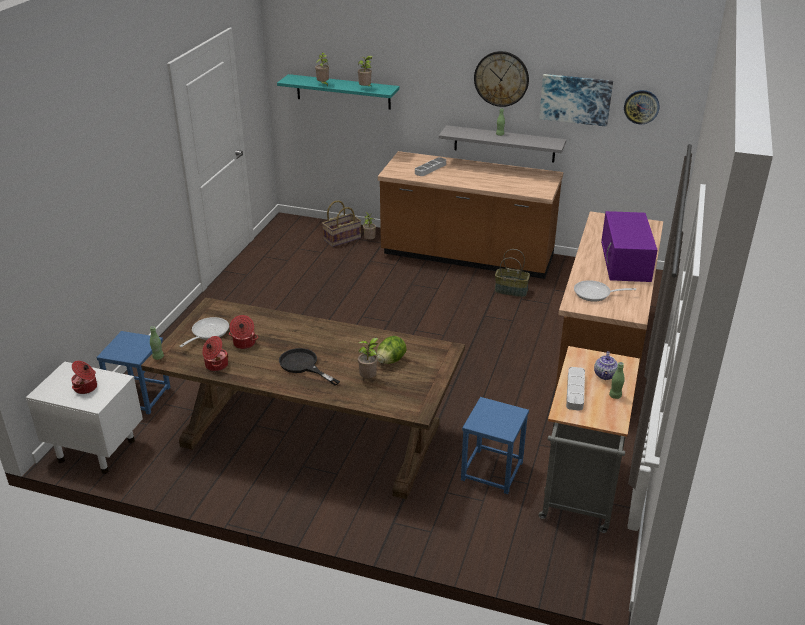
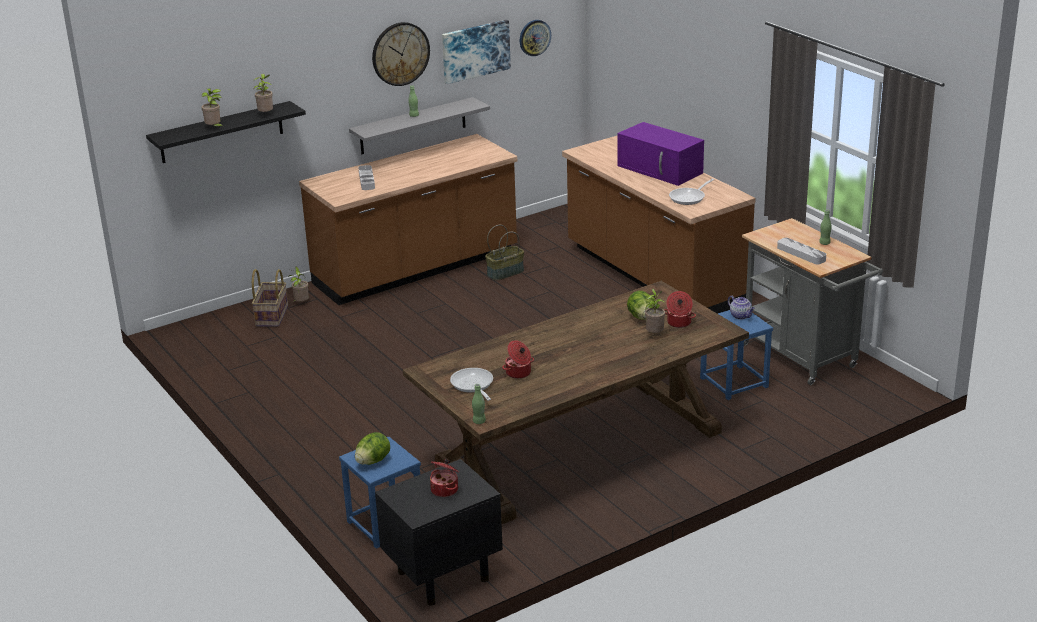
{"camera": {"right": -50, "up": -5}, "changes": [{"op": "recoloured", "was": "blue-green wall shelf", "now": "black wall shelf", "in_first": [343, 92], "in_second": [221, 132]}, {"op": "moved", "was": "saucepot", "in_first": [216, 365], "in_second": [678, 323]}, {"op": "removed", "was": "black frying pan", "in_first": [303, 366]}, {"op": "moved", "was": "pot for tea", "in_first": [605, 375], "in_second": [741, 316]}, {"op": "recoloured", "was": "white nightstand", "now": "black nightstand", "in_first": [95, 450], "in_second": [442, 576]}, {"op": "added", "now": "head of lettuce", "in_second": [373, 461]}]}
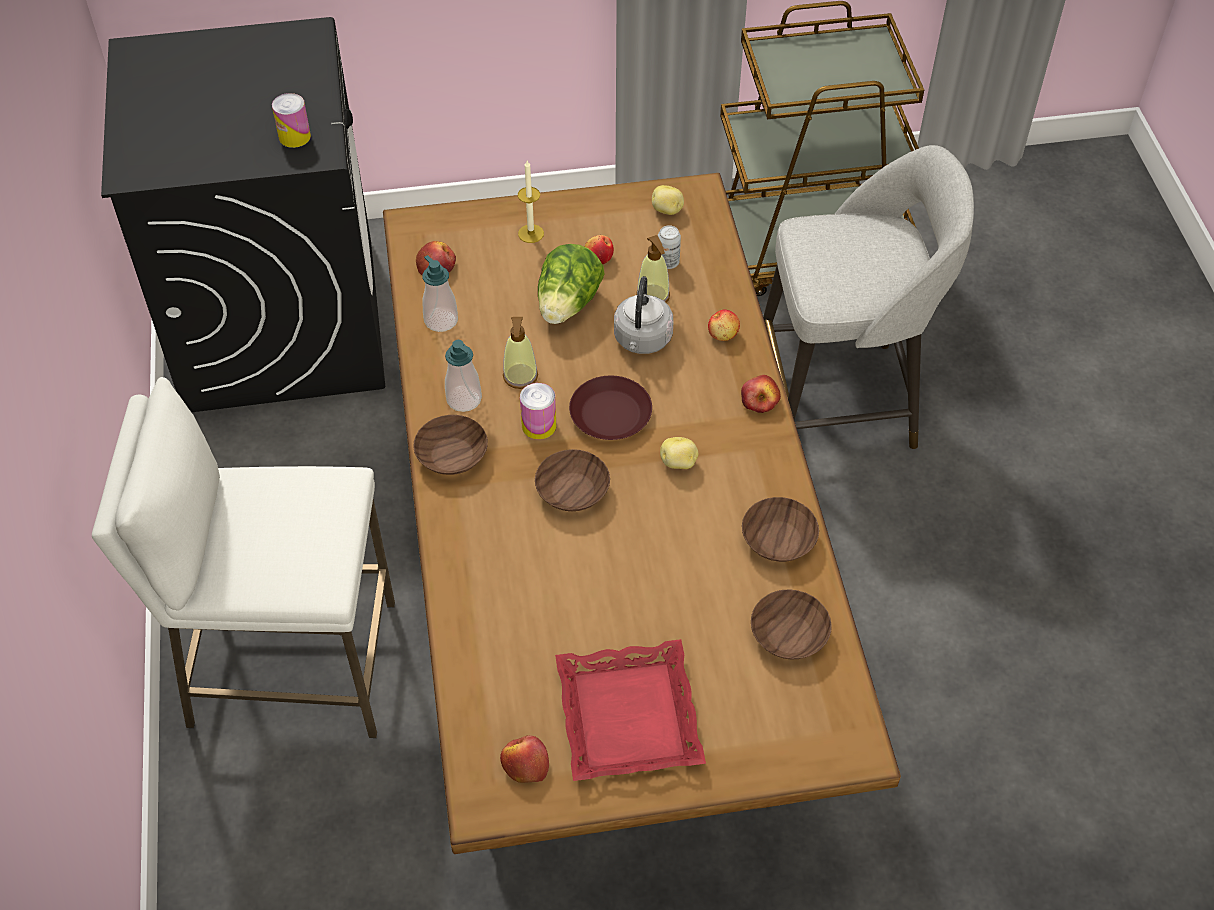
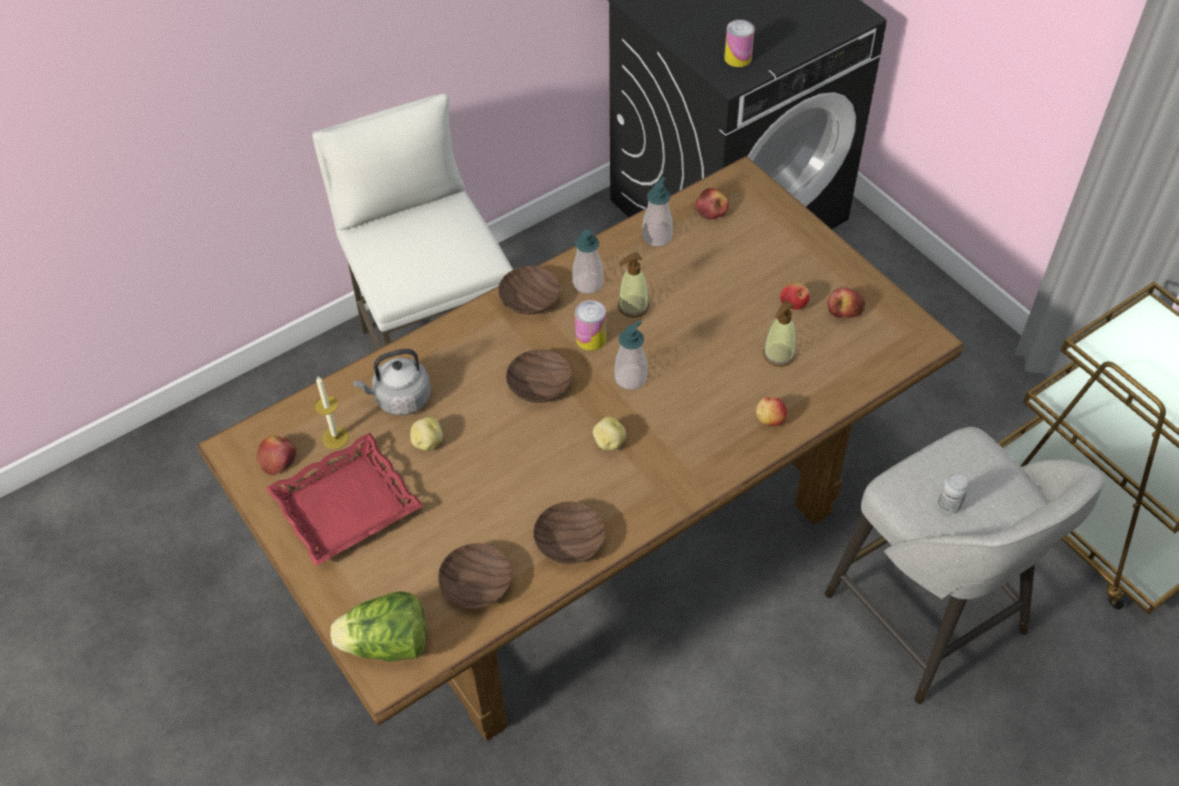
{"camera": {"right": 65, "up": 0}, "changes": [{"op": "moved", "was": "wax candle", "in_first": [531, 233], "in_second": [335, 438]}, {"op": "moved", "was": "potato", "in_first": [667, 210], "in_second": [427, 442]}, {"op": "moved", "was": "can", "in_first": [668, 262], "in_second": [948, 505]}, {"op": "moved", "was": "head of lettuce", "in_first": [568, 305], "in_second": [387, 644]}, {"op": "moved", "was": "greyish kettle", "in_first": [642, 340], "in_second": [400, 399]}, {"op": "moved", "was": "apple fruit", "in_first": [760, 400], "in_second": [845, 310]}, {"op": "replaced", "was": "brown plate", "now": "liquid soap bottle", "in_first": [610, 415], "in_second": [630, 378]}]}
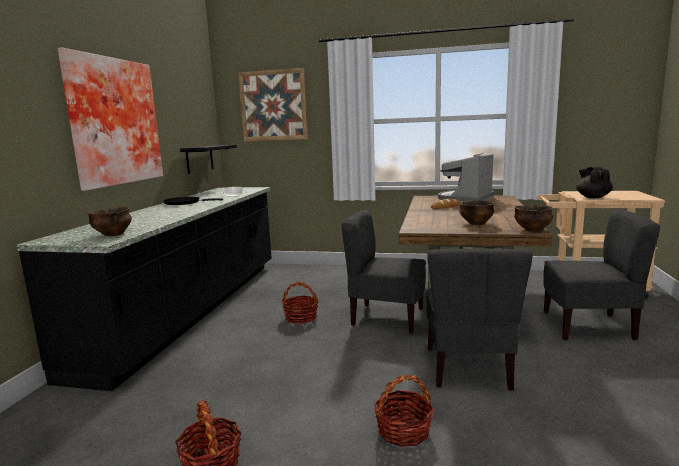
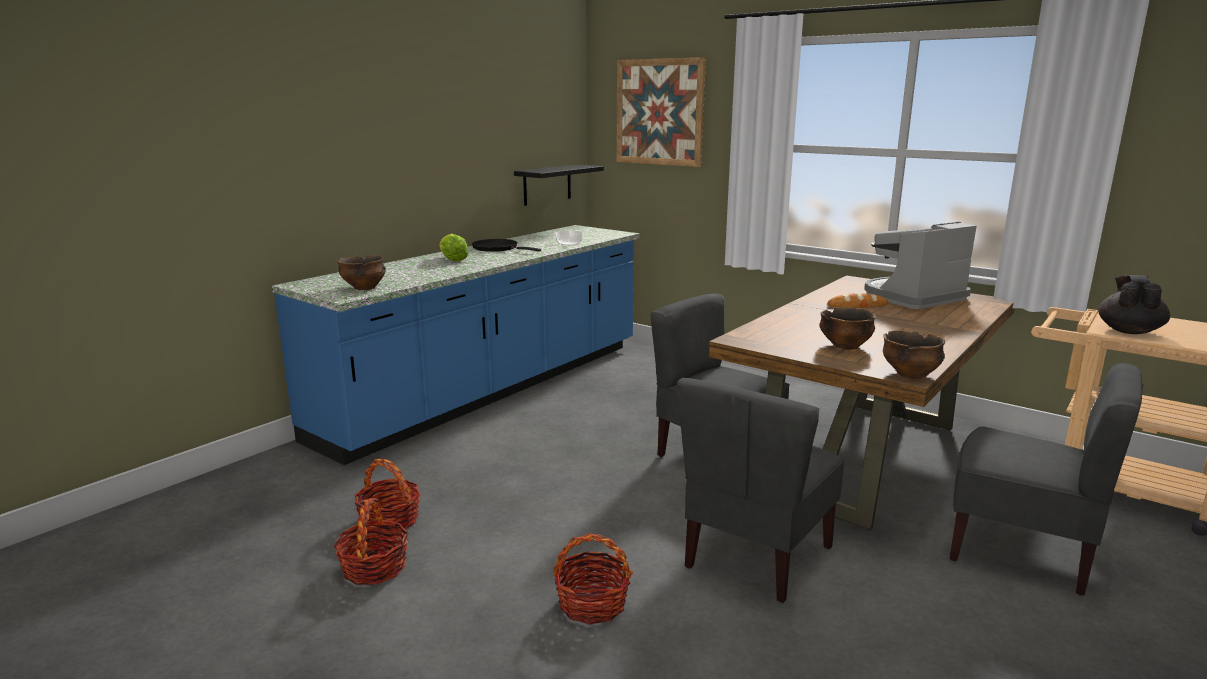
{"camera": {"right": 25, "up": 5}, "changes": [{"op": "removed", "was": "wall picture", "in_first": [112, 122]}, {"op": "recoloured", "was": "black counter", "now": "blue counter", "in_first": [193, 310], "in_second": [491, 389]}, {"op": "moved", "was": "basket", "in_first": [301, 318], "in_second": [390, 520]}, {"op": "added", "now": "head of lettuce", "in_second": [452, 260]}]}
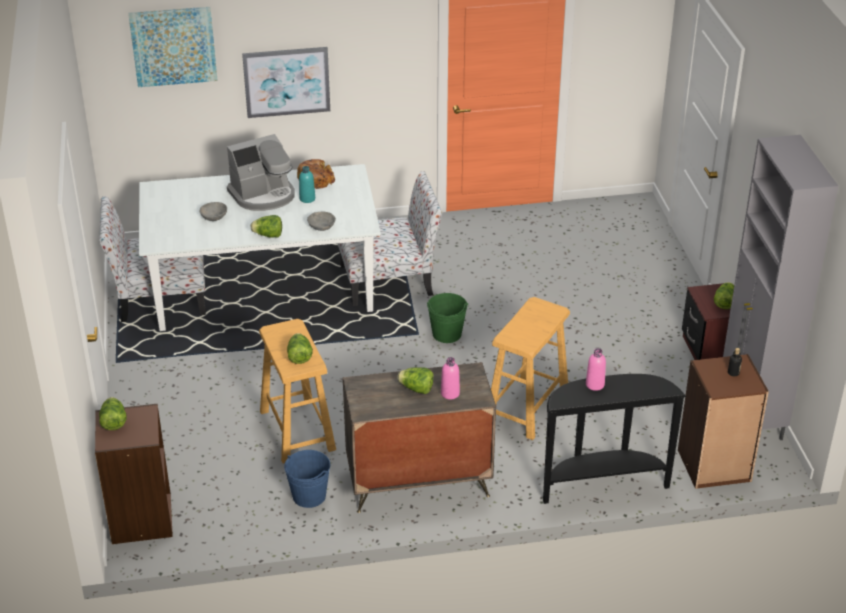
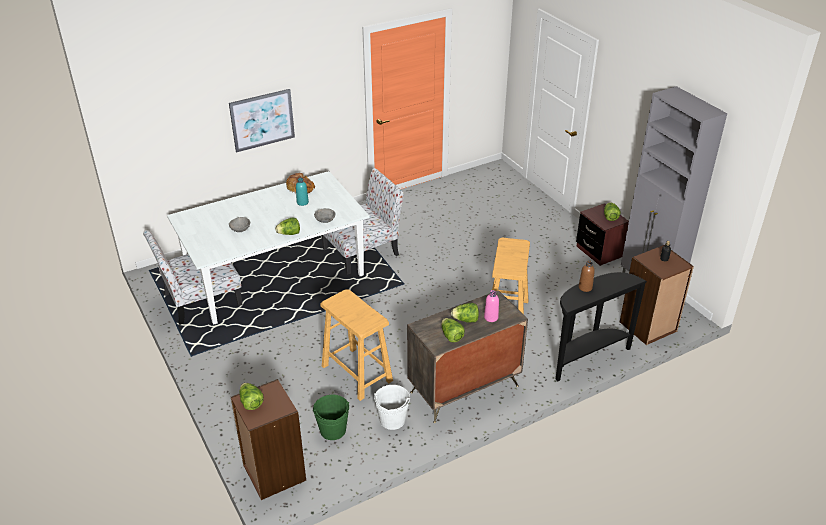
{"camera": {"right": -20, "up": 0}, "changes": [{"op": "removed", "was": "wall picture", "in_first": [173, 46]}, {"op": "removed", "was": "coffee brewer", "in_first": [263, 195]}, {"op": "moved", "was": "greenish water bucket", "in_first": [447, 334], "in_second": [333, 430]}, {"op": "moved", "was": "head of lettuce", "in_first": [299, 357], "in_second": [451, 336]}, {"op": "recoloured", "was": "pinkish drink bottle", "now": "brown drink bottle", "in_first": [595, 384], "in_second": [585, 287]}, {"op": "recoloured", "was": "blue water bucket", "now": "white water bucket", "in_first": [309, 496], "in_second": [392, 420]}]}
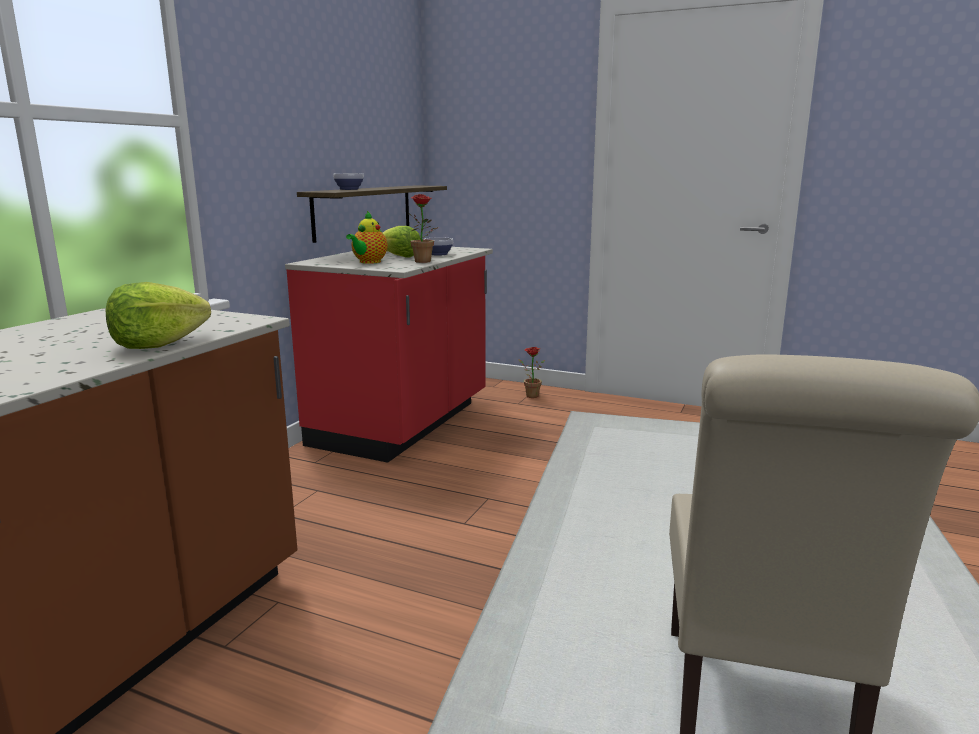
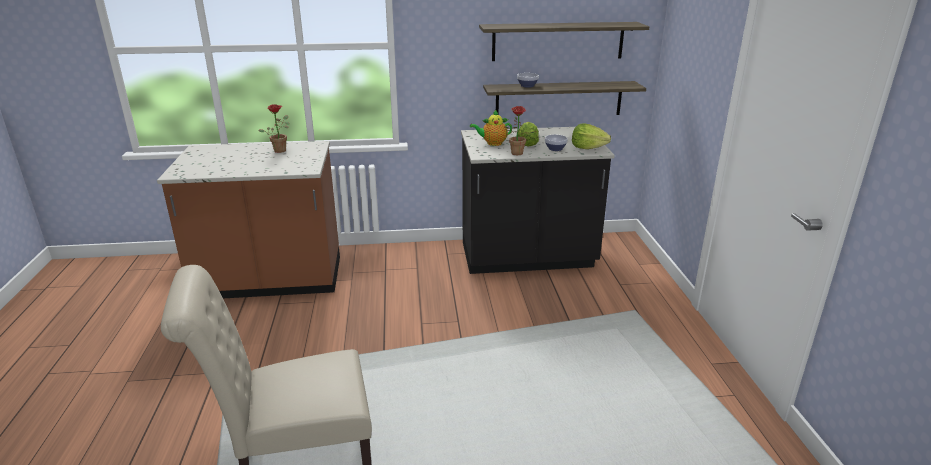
{"camera": {"right": 60, "up": 10}, "changes": [{"op": "recoloured", "was": "red counter", "now": "black counter", "in_first": [403, 424], "in_second": [527, 258]}, {"op": "moved", "was": "head of lettuce", "in_first": [158, 344], "in_second": [587, 148]}, {"op": "moved", "was": "plant in a pot", "in_first": [529, 395], "in_second": [280, 150]}, {"op": "added", "now": "wall shelf", "in_second": [558, 41]}]}
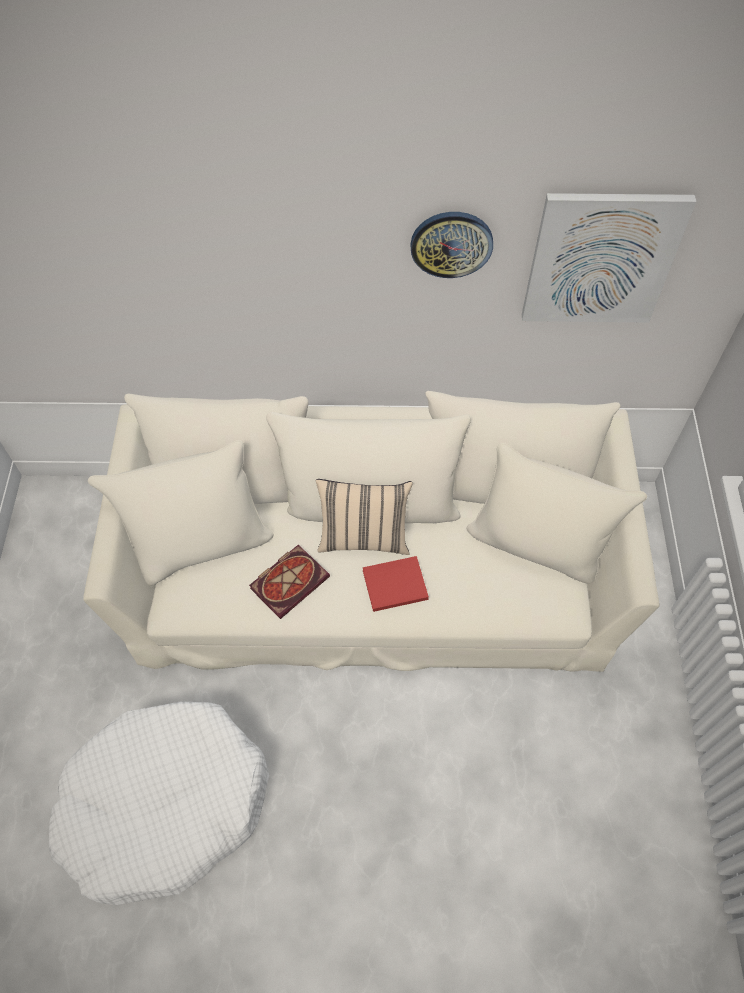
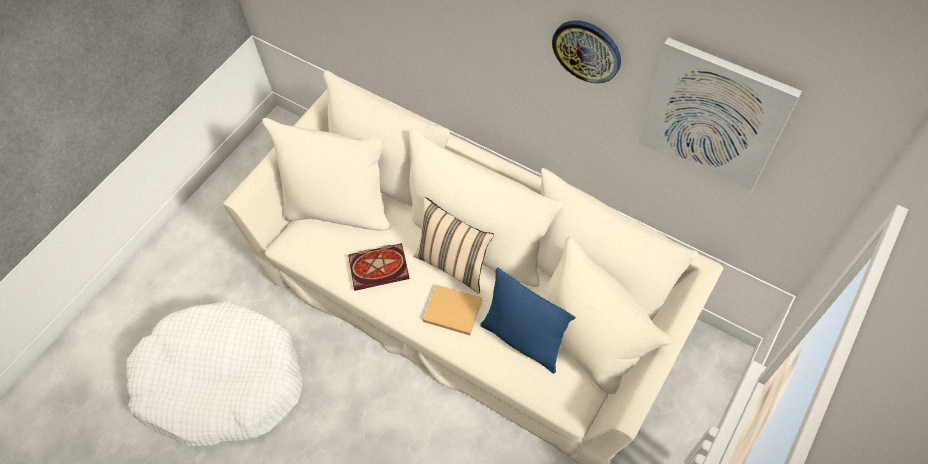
{"camera": {"right": 35, "up": 0}, "changes": [{"op": "recoloured", "was": "red volume", "now": "beige volume", "in_first": [393, 585], "in_second": [451, 310]}, {"op": "added", "now": "blue pillow", "in_second": [523, 339]}]}
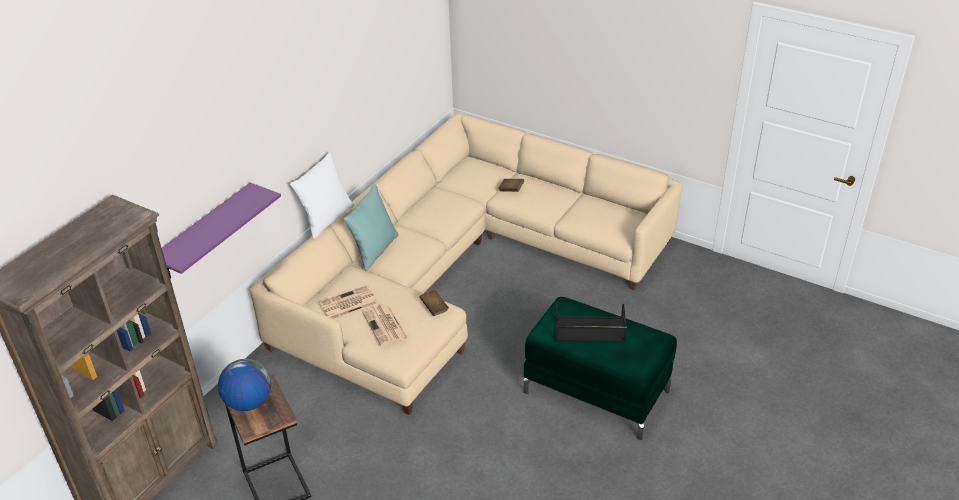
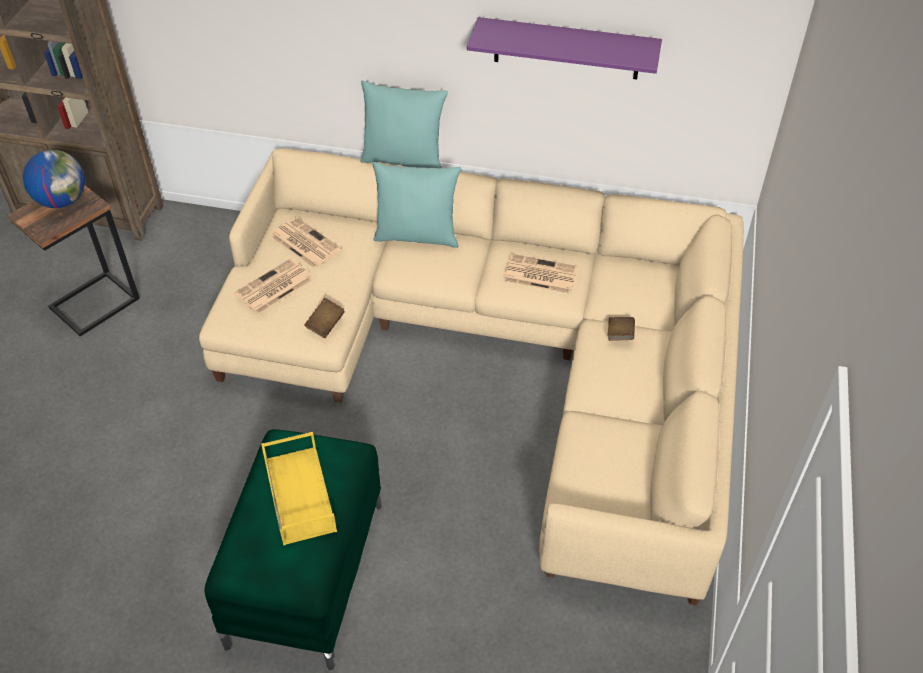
{"camera": {"right": 70, "up": 10}, "changes": [{"op": "recoloured", "was": "white pillow", "now": "blue-green pillow", "in_first": [326, 220], "in_second": [404, 160]}, {"op": "moved", "was": "purplish wall shelf", "in_first": [205, 233], "in_second": [566, 48]}, {"op": "recoloured", "was": "black serving tray", "now": "yellow serving tray", "in_first": [589, 330], "in_second": [298, 494]}, {"op": "added", "now": "printed paper", "in_second": [539, 274]}]}
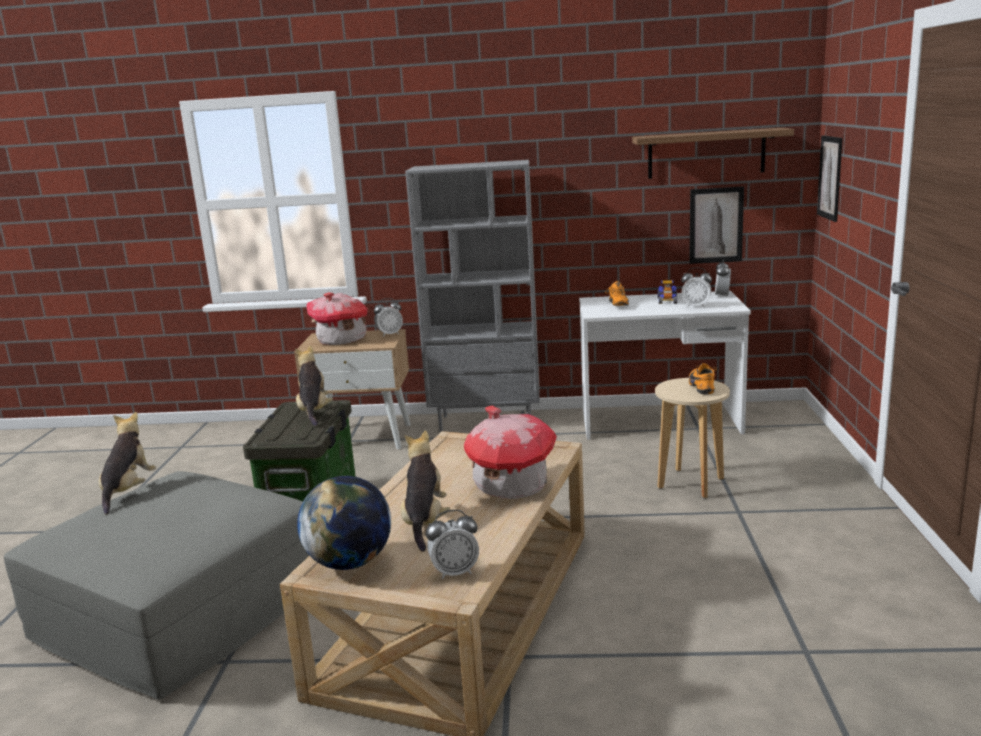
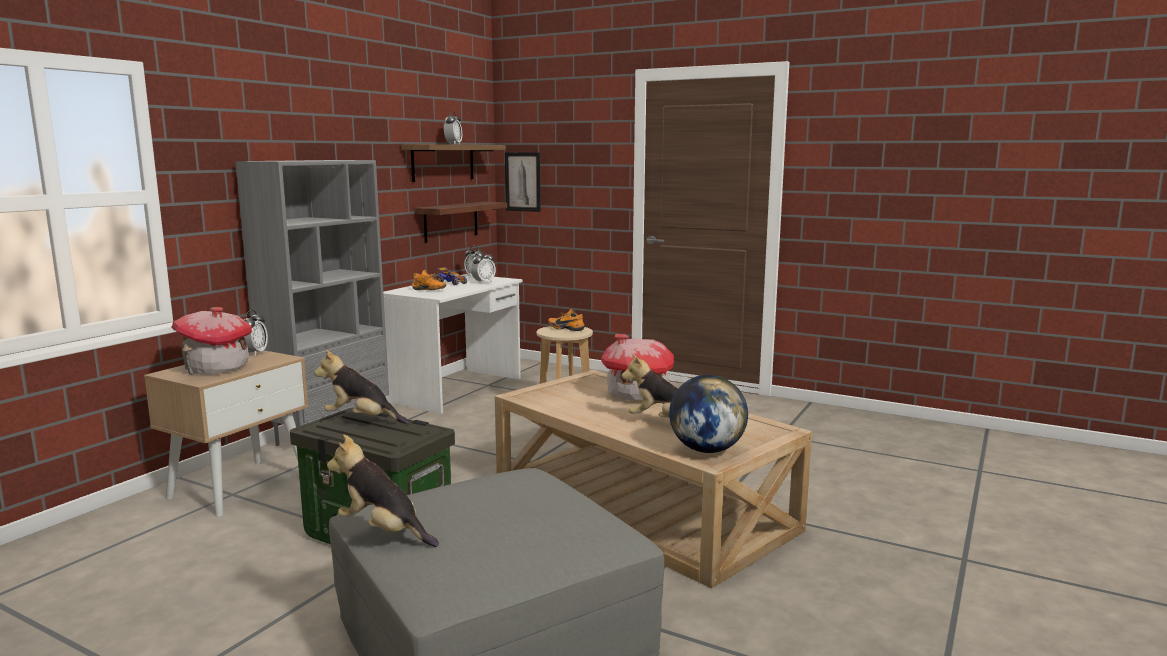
{"camera": {"right": -65, "up": -5}, "changes": [{"op": "replaced", "was": "wall picture", "now": "wall shelf", "in_first": [716, 225], "in_second": [451, 221]}, {"op": "moved", "was": "alarm clock", "in_first": [455, 572], "in_second": [453, 144]}]}
